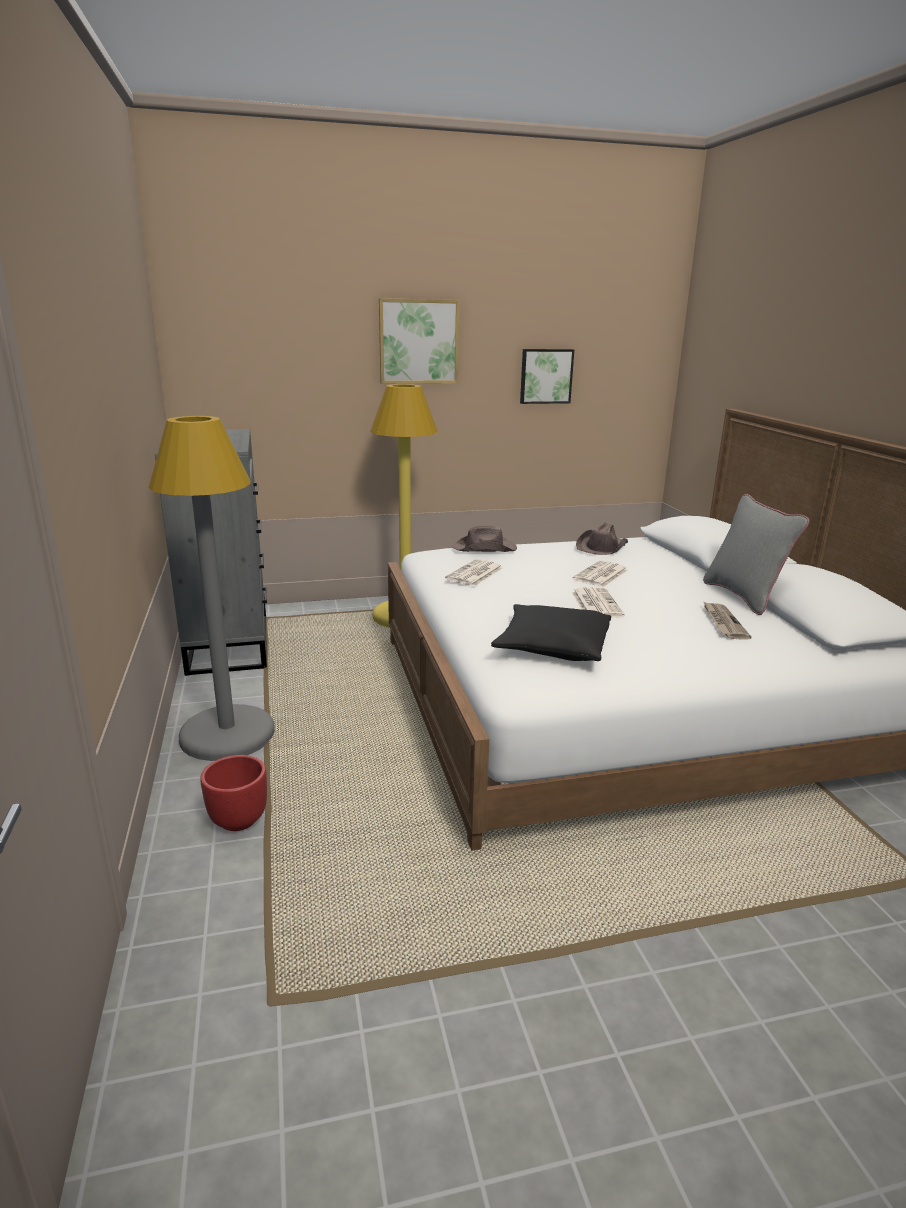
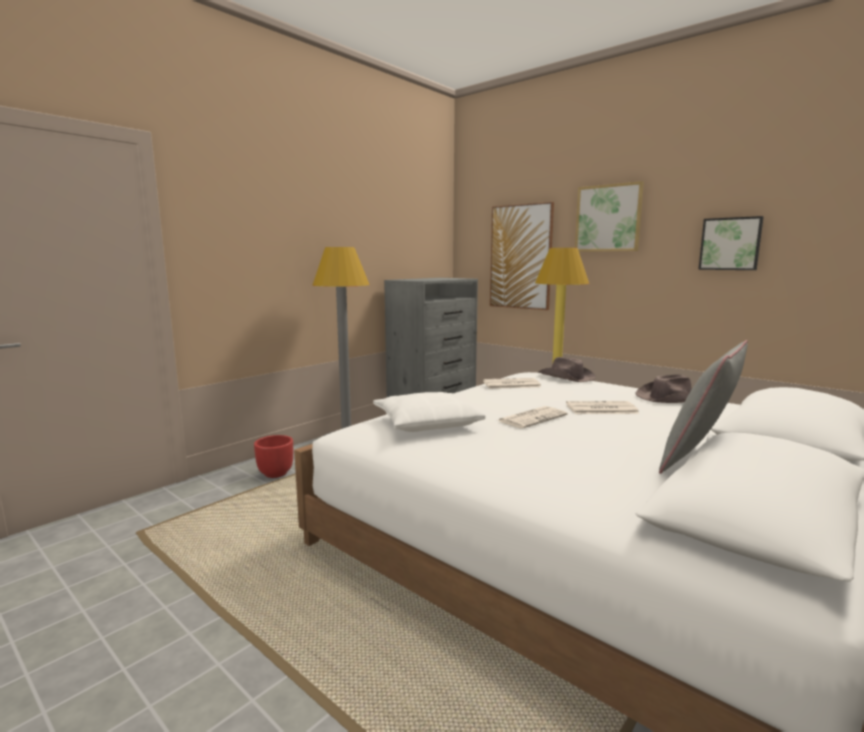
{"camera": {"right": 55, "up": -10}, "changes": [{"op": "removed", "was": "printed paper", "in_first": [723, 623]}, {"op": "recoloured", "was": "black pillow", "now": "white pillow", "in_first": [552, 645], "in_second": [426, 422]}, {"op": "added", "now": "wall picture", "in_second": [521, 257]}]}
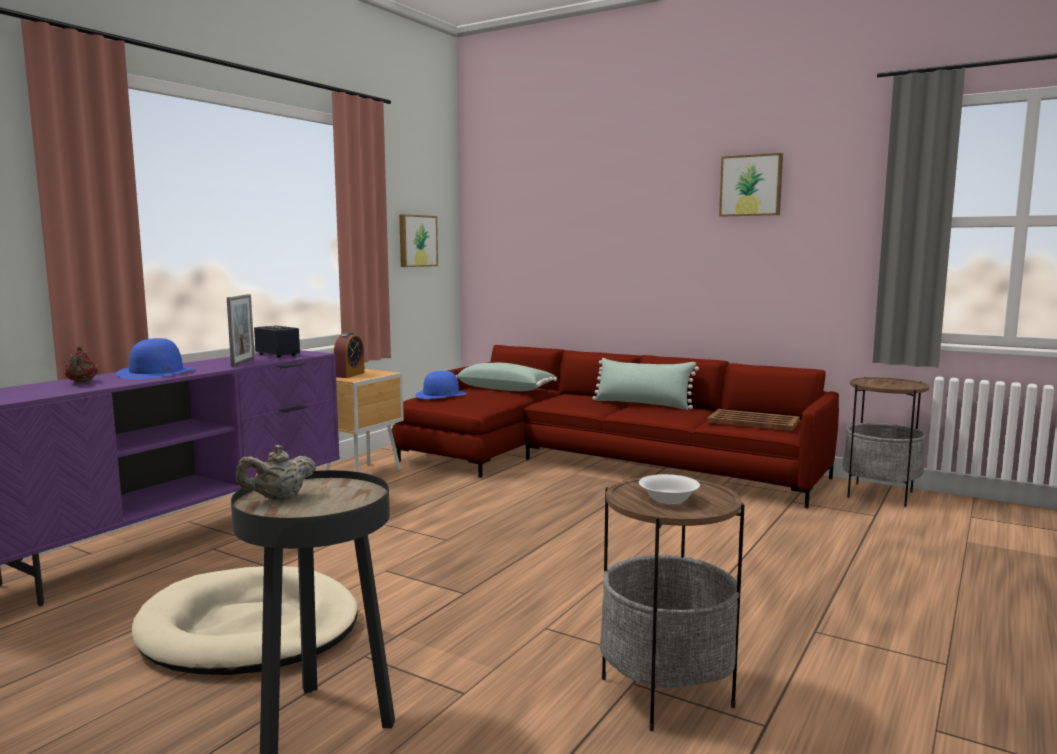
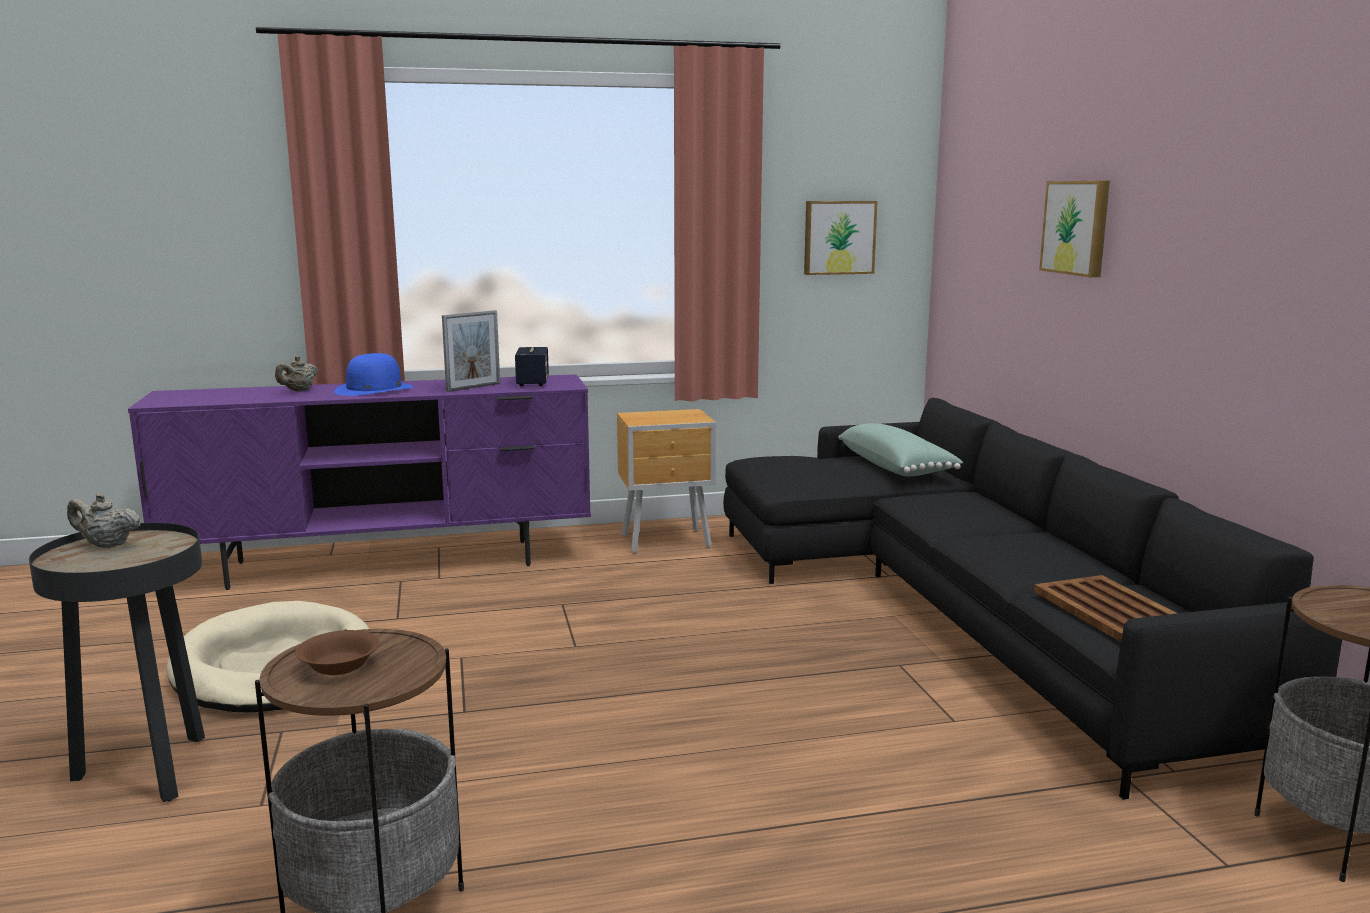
{"camera": {"right": 45, "up": 5}, "changes": [{"op": "moved", "was": "wall picture", "in_first": [751, 185], "in_second": [1077, 227]}, {"op": "removed", "was": "alarm clock", "in_first": [349, 375]}, {"op": "recoloured", "was": "red sofa", "now": "black sofa", "in_first": [596, 462], "in_second": [961, 608]}, {"op": "recoloured", "was": "red pot for tea", "now": "beige pot for tea", "in_first": [82, 382], "in_second": [299, 391]}, {"op": "removed", "was": "greenish pillow", "in_first": [642, 404]}, {"op": "removed", "was": "blue wearable hat", "in_first": [441, 395]}, {"op": "recoloured", "was": "white bowl", "now": "brown bowl", "in_first": [669, 499], "in_second": [340, 667]}]}
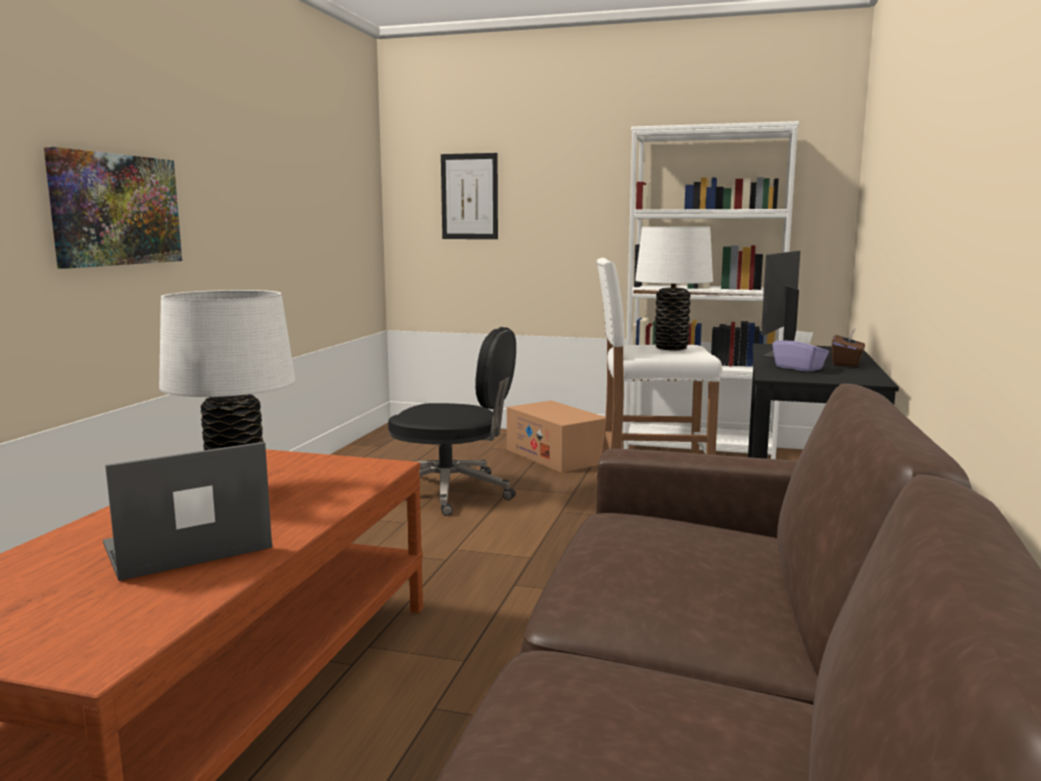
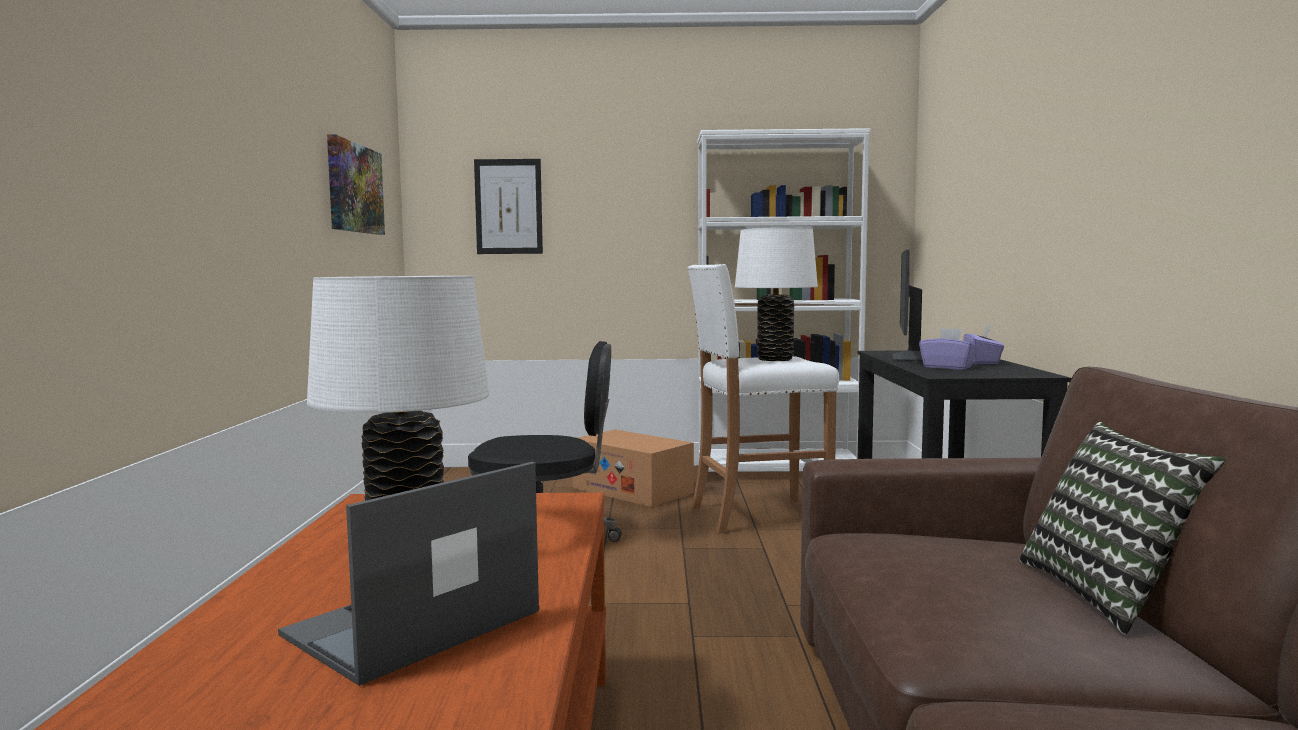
{"camera": {"right": -15, "up": -5}, "changes": [{"op": "moved", "was": "wall picture", "in_first": [116, 210], "in_second": [354, 188]}, {"op": "recoloured", "was": "brown tissue holder", "now": "purplish tissue holder", "in_first": [846, 363], "in_second": [982, 362]}, {"op": "added", "now": "pillow", "in_second": [1108, 593]}]}
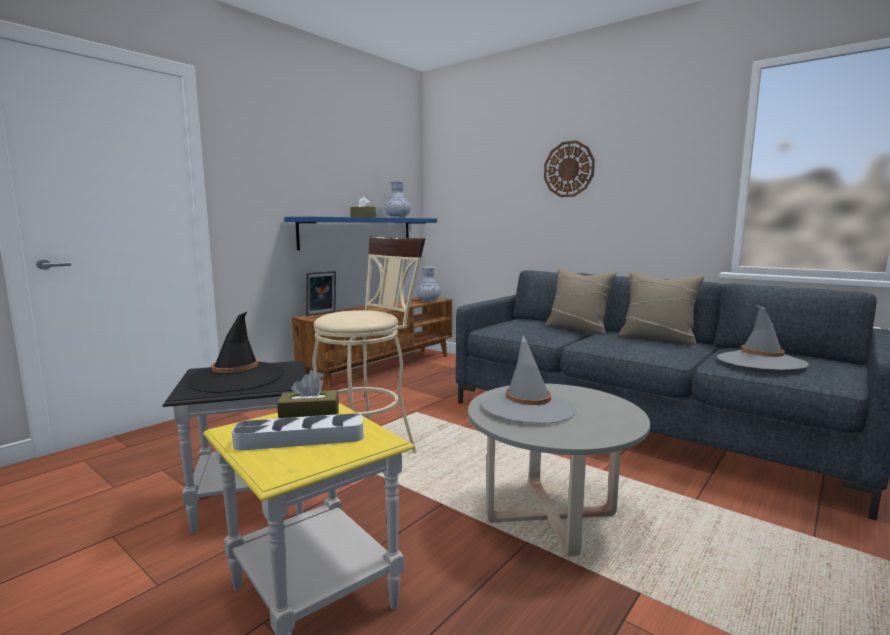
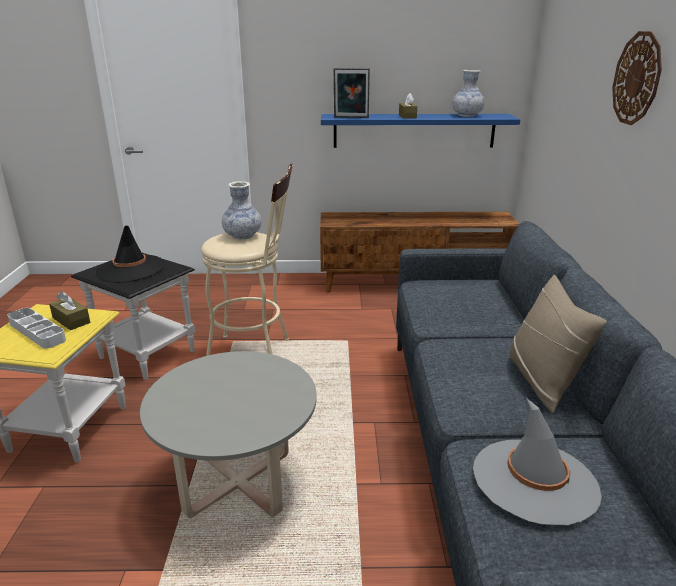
{"camera": {"right": 50, "up": 15}, "changes": [{"op": "moved", "was": "decorative vase", "in_first": [428, 300], "in_second": [242, 236]}, {"op": "removed", "was": "beige pillow", "in_first": [577, 329]}, {"op": "moved", "was": "picture frame", "in_first": [322, 314], "in_second": [351, 117]}, {"op": "removed", "was": "greyish wearable hat", "in_first": [528, 408]}]}
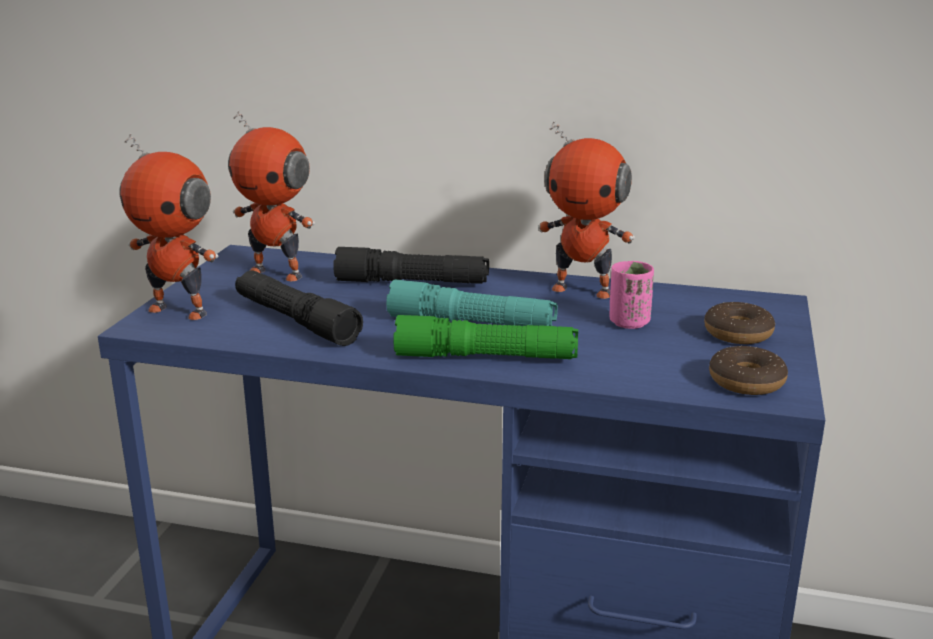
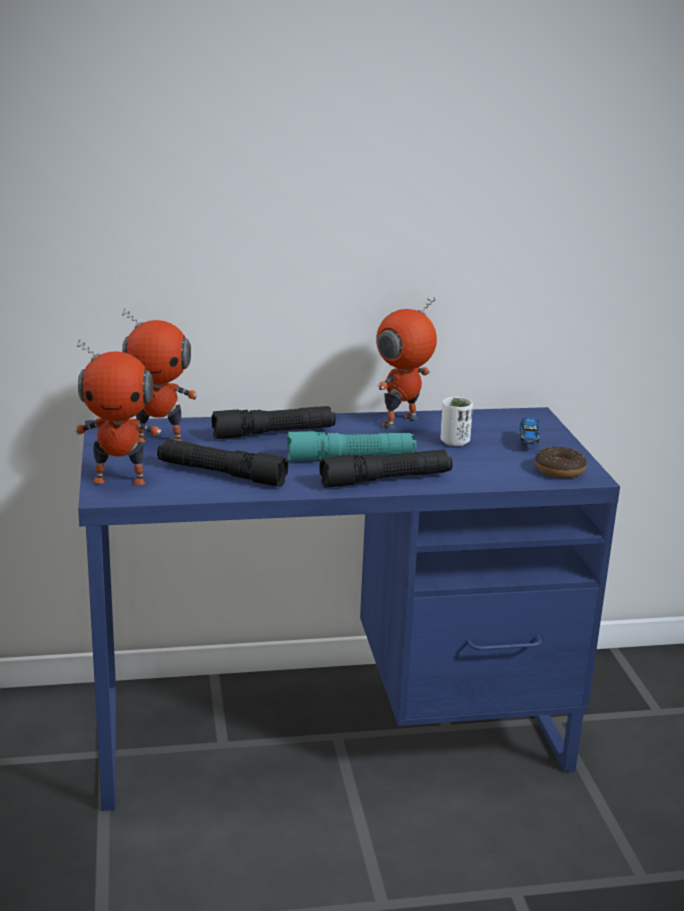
{"camera": {"right": -25, "up": 0}, "changes": [{"op": "turned", "was": "model robot", "in_first": [583, 290], "in_second": [401, 422], "clockwise": 135}, {"op": "recoloured", "was": "pinkish drinking cup", "now": "white drinking cup", "in_first": [629, 322], "in_second": [454, 442]}, {"op": "replaced", "was": "ring doughnut", "now": "model car", "in_first": [738, 333], "in_second": [528, 439]}, {"op": "recoloured", "was": "greenish flashlight", "now": "black flashlight", "in_first": [486, 357], "in_second": [386, 480]}]}
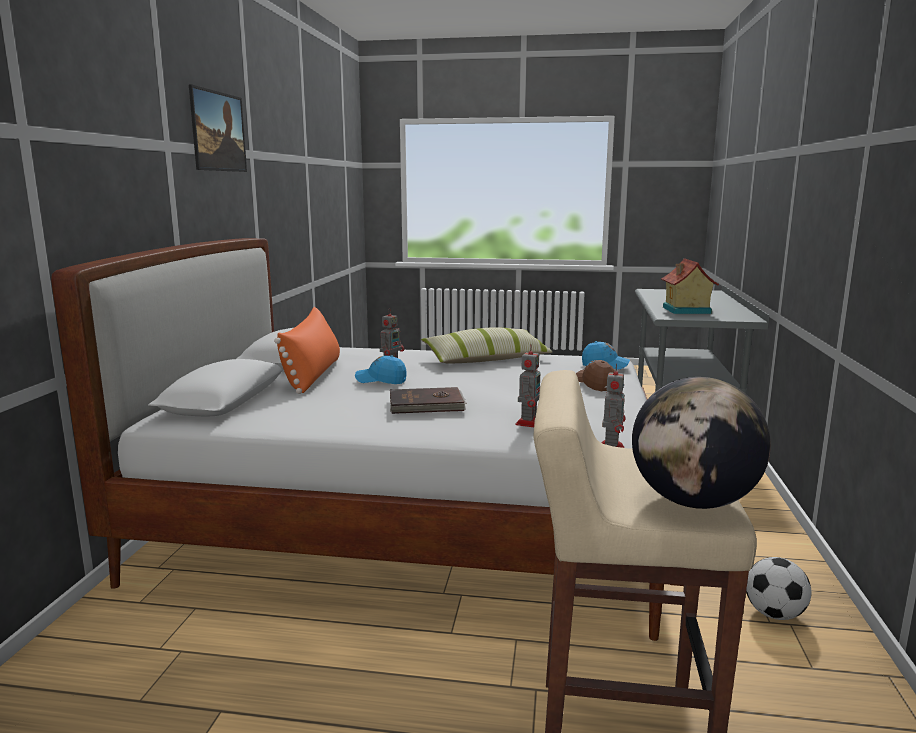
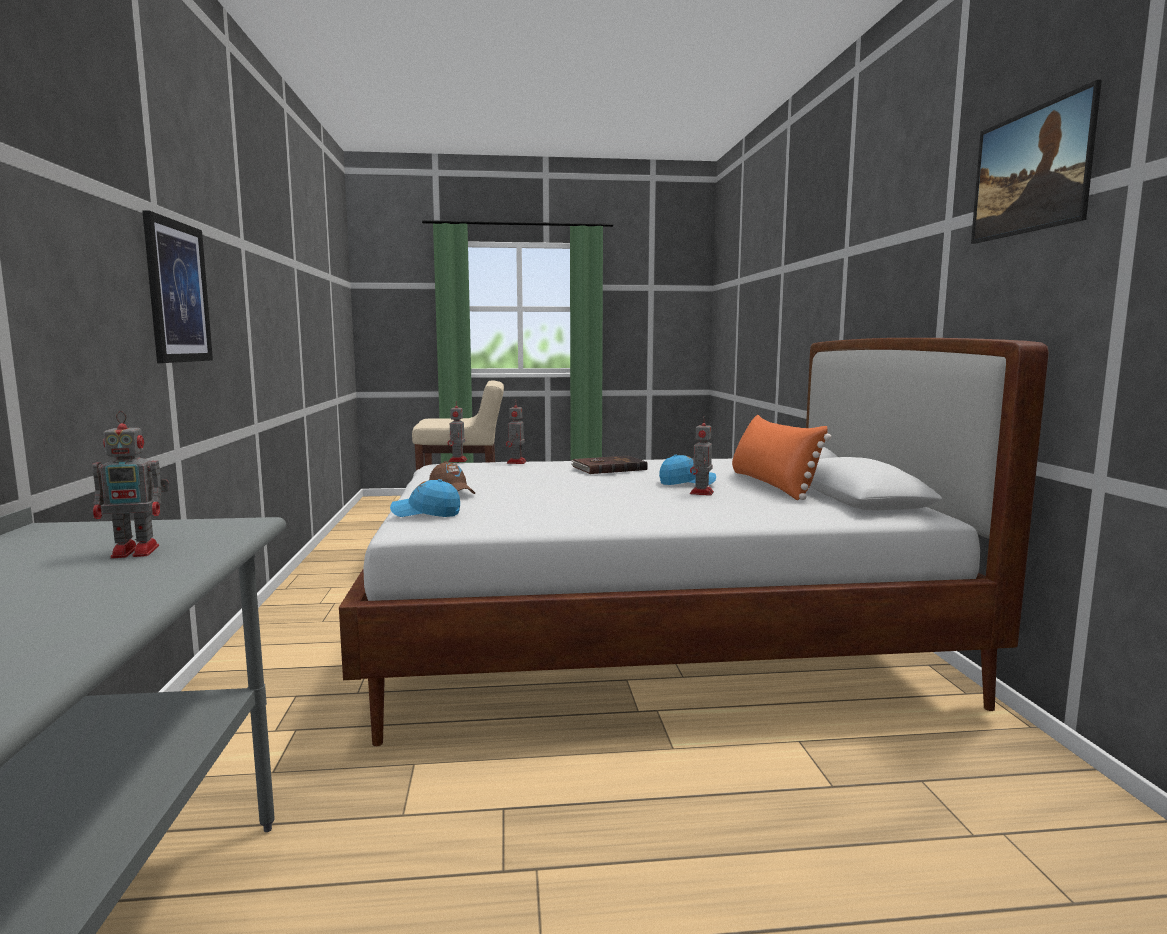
{"camera": {"right": 165, "up": -5}, "changes": [{"op": "replaced", "was": "model house", "now": "model robot", "in_first": [685, 310], "in_second": [138, 551]}, {"op": "removed", "was": "pillow", "in_first": [486, 359]}, {"op": "removed", "was": "globe", "in_first": [693, 502]}, {"op": "removed", "was": "football ball", "in_first": [774, 614]}, {"op": "added", "now": "wall picture", "in_second": [177, 292]}]}
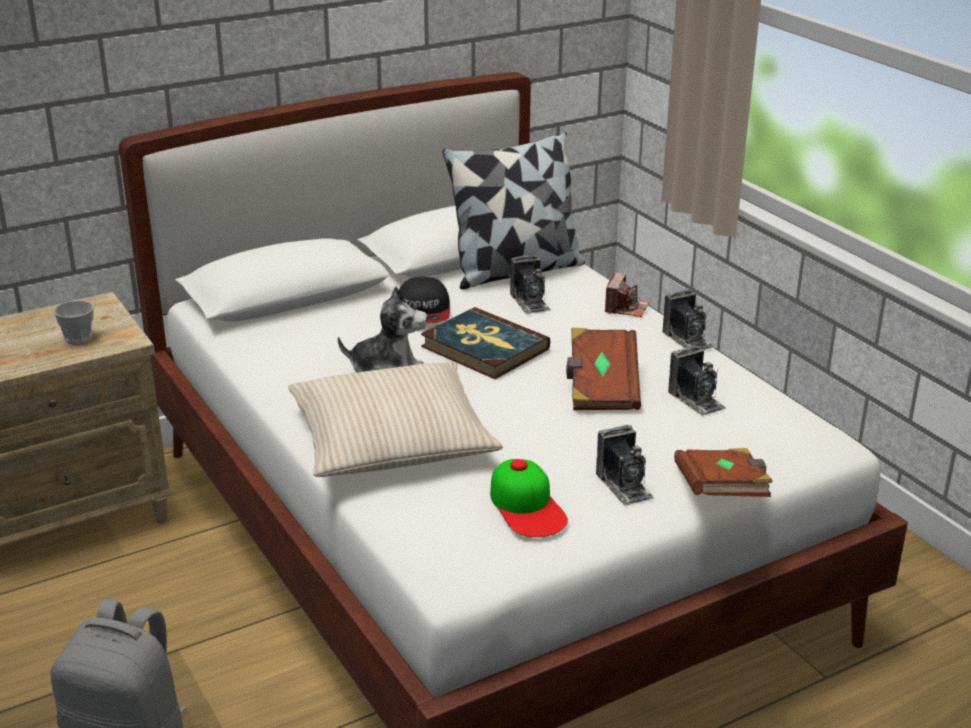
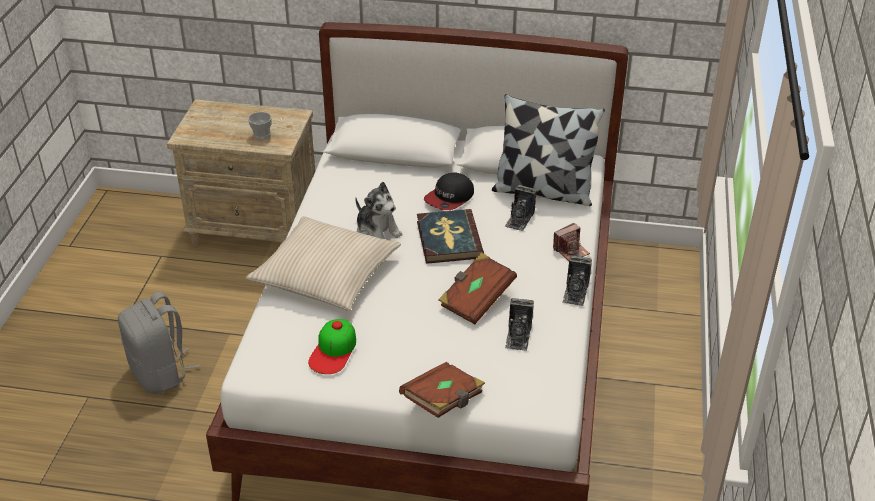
{"camera": {"right": 40, "up": 10}, "changes": [{"op": "removed", "was": "still camera", "in_first": [624, 485]}]}
